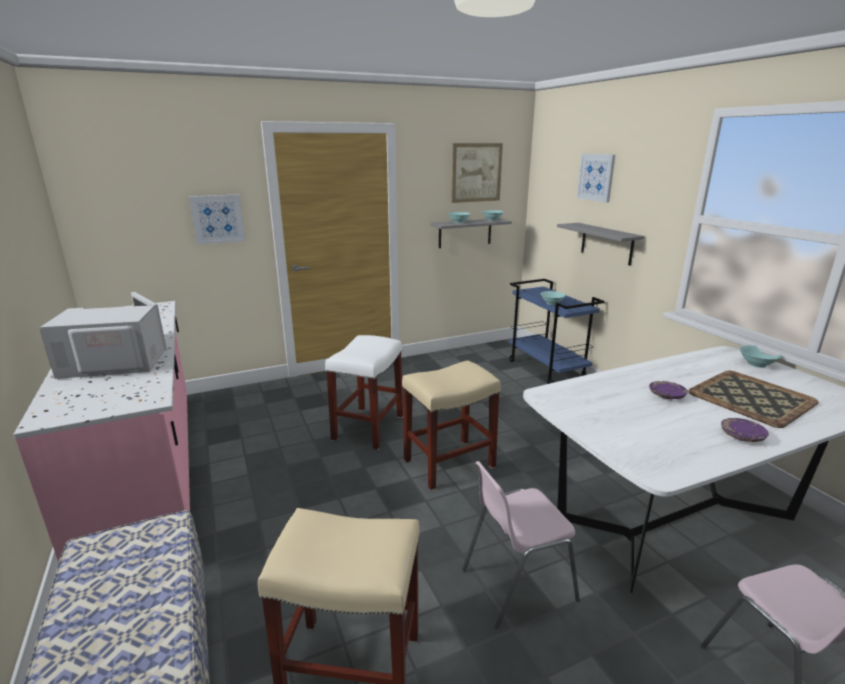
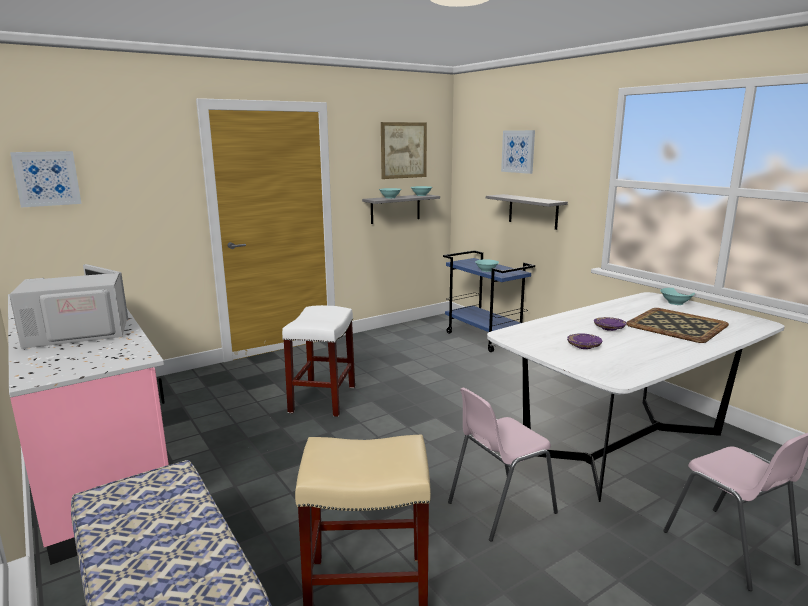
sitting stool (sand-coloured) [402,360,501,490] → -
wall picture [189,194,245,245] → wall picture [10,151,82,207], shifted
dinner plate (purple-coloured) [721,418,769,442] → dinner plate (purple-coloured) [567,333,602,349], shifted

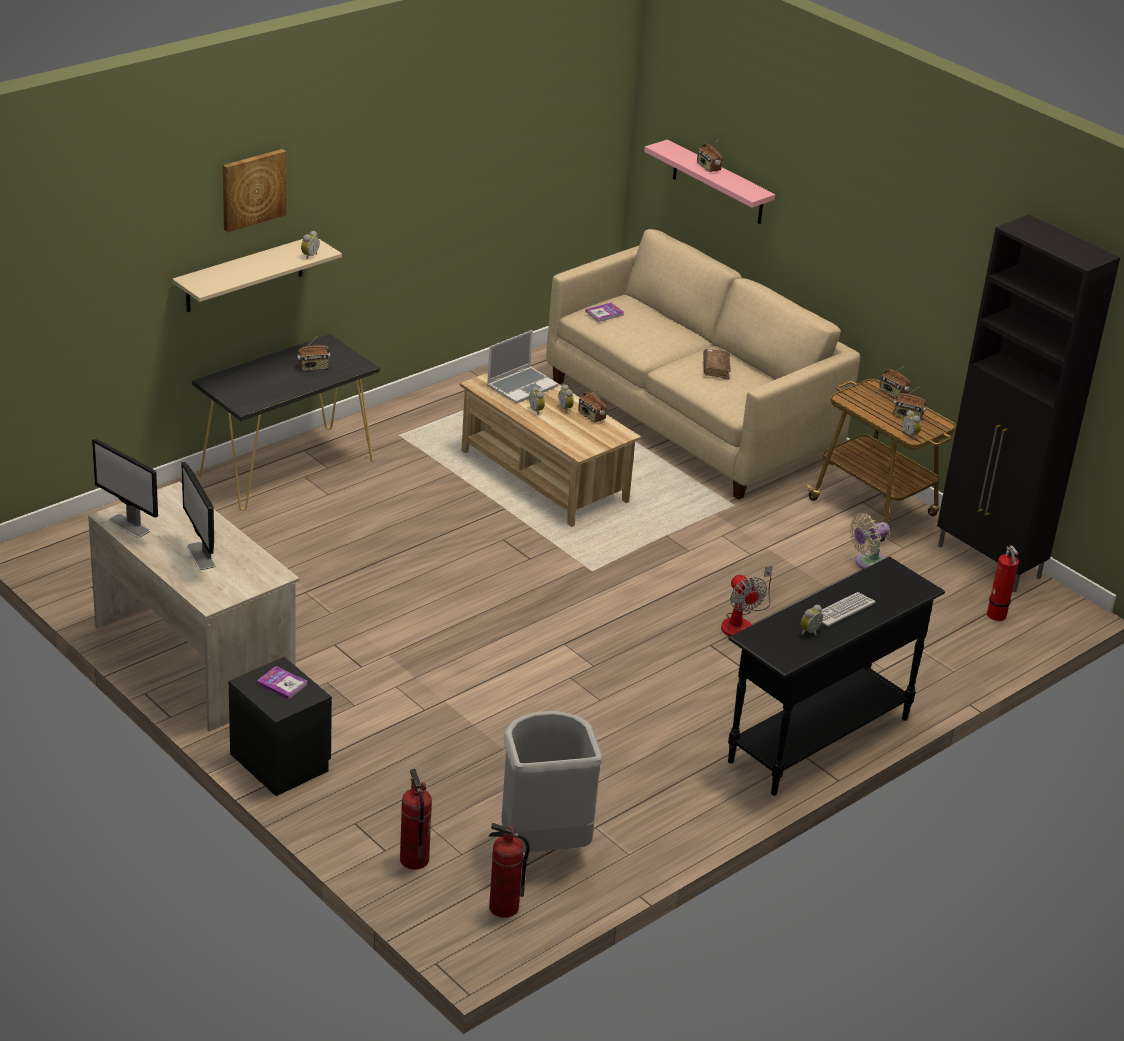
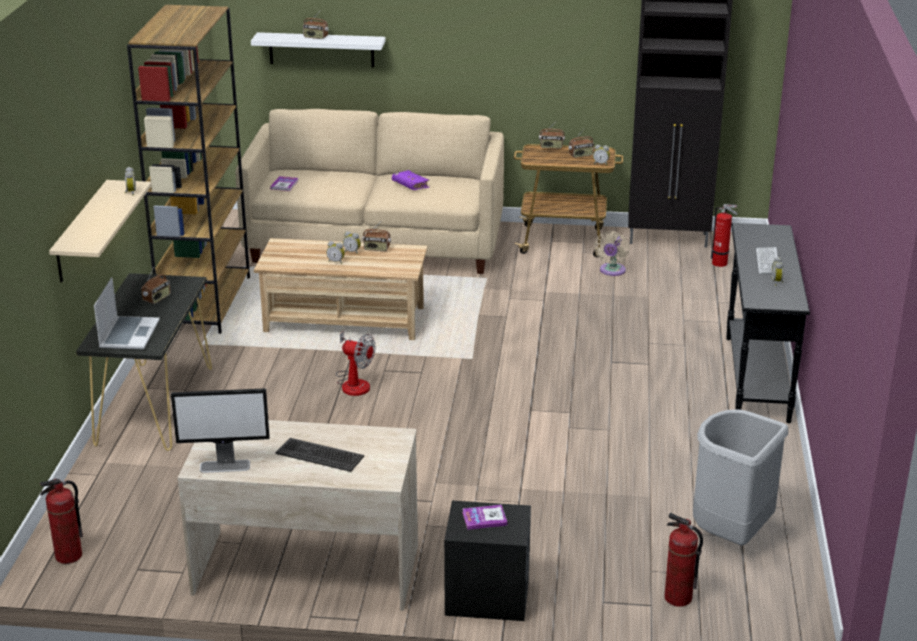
wall picture [223,149,286,232] → -
- → bookcase (brownish) [127,5,250,334]
laptop [487,330,558,404] → laptop [94,277,160,349], shifted
fire extinguisher [489,823,530,918] → fire extinguisher [40,479,83,564], shifted
fan [721,565,773,637] → fan [336,331,375,396], shifted
monitor [181,462,216,570] → keyboard [275,438,364,472]
bracket shelf (pink) [644,139,775,224] → bracket shelf (white-coloured) [251,32,386,68]
volume (brownish) [703,349,731,380] → volume (purple-coloured) [392,170,429,190]

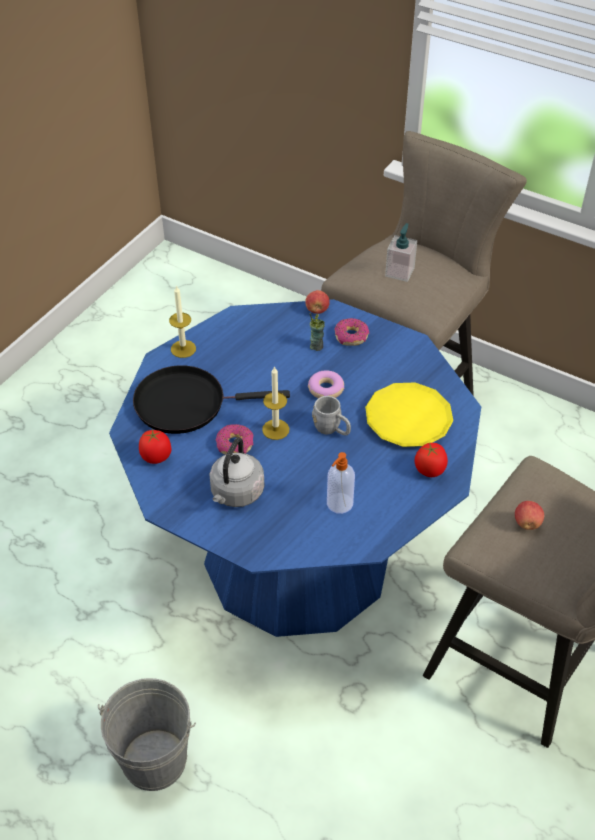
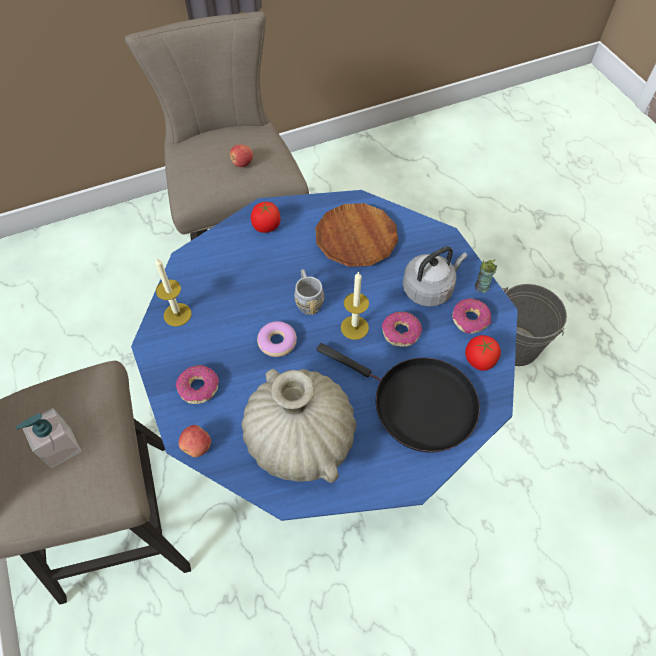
dinner plate (yellow) [365,383,453,447] → -
- → decorative vase (sand-coloured) [242,369,356,483]
- → ring doughnut [452,299,491,334]
wax candle [169,285,196,358] → wax candle [155,257,192,326], shifted
drinking cup [310,313,325,351] → drinking cup [475,260,497,293], shifted
soap dispenser [327,452,355,514] → dinner plate (brownish) [316,203,398,267]

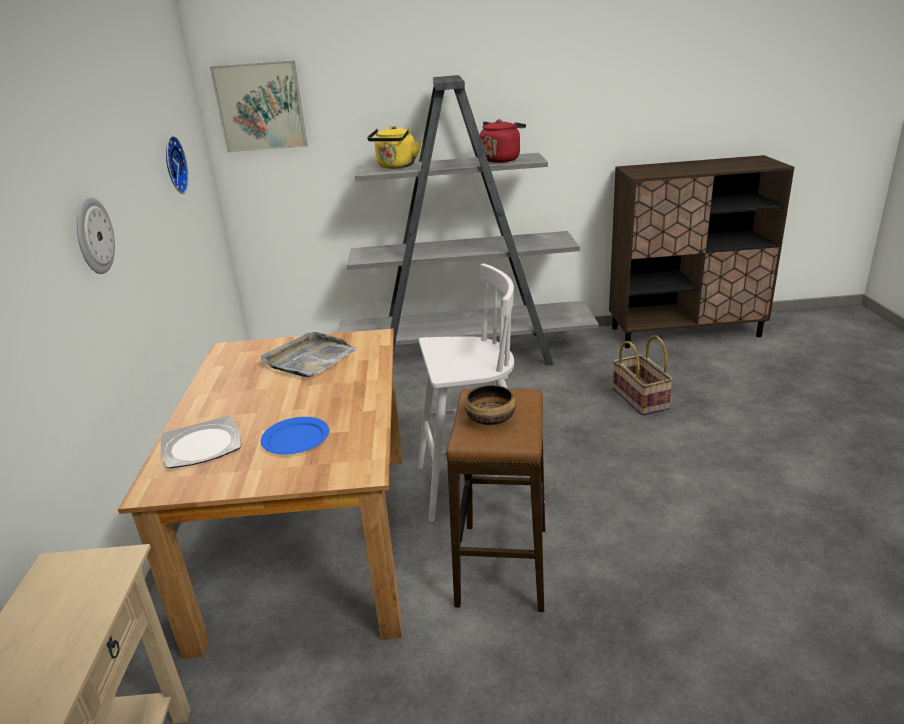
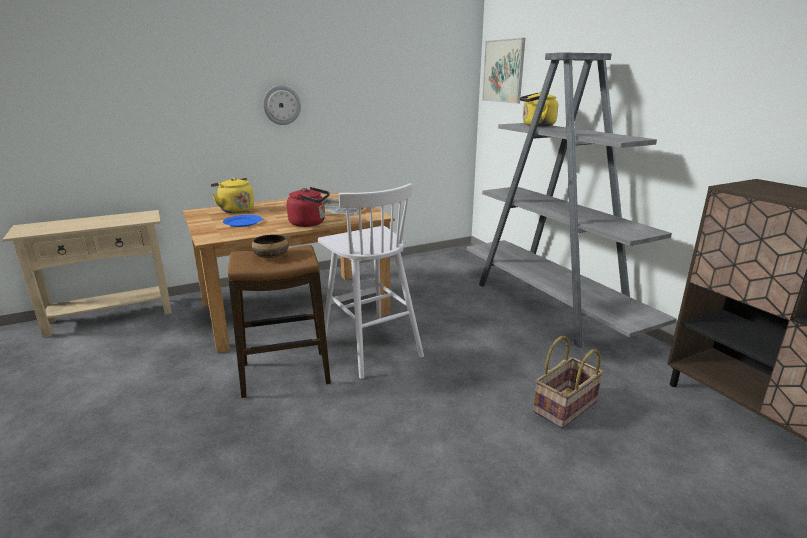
clock on the wall [166,136,189,194] → -
kettle (reddish) [480,119,526,163] → kettle (reddish) [287,187,330,227], shifted
dinner plate [161,415,241,468] → kettle (yellow) [211,178,254,213]

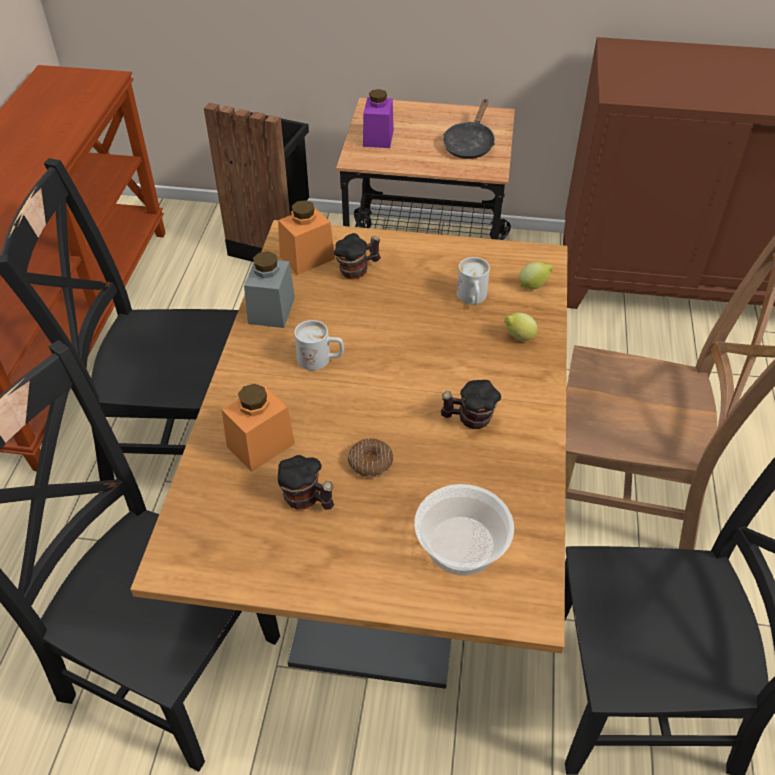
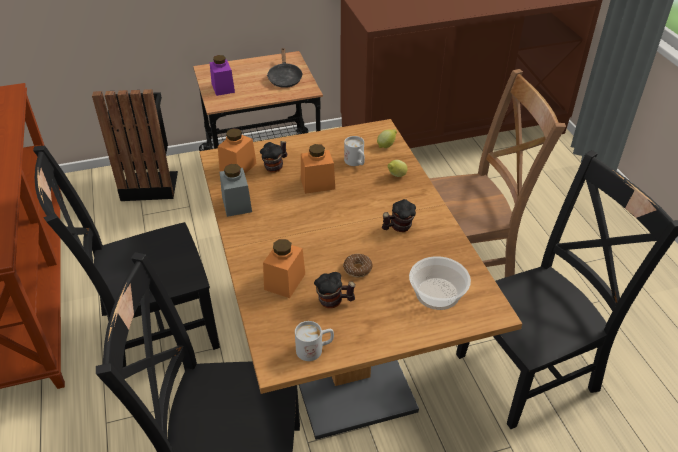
- → preserve jar (orange-coloured) [301,144,335,194]
mug (white-coloured) [294,320,344,370] → mug (white-coloured) [295,321,334,361], shifted

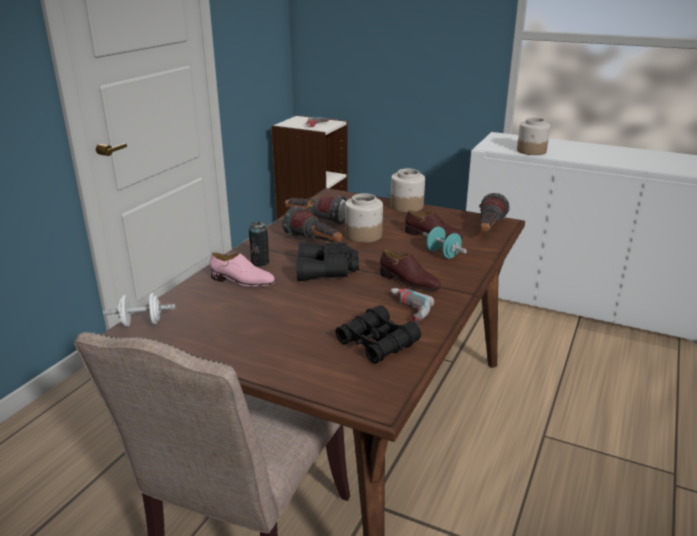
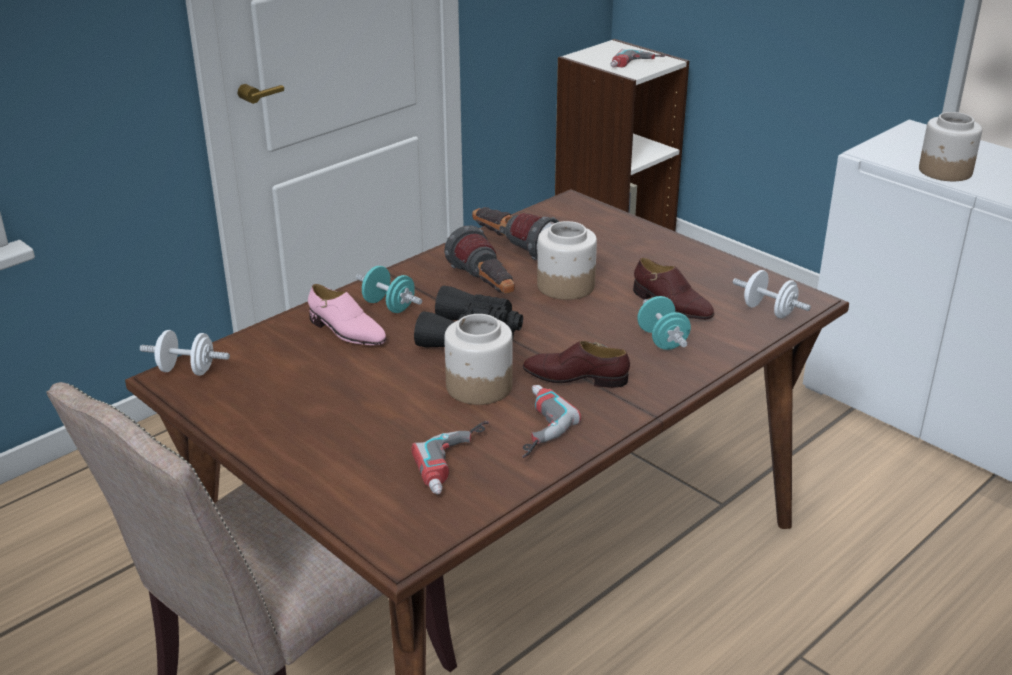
preserve jar [390,169,425,212] → preserve jar [444,314,513,405], shifted
metal can [249,221,270,266] → free weight (blue-green) [356,266,422,313]
pair of binoculars (blackish) [335,305,421,364] → drill [412,421,489,494]
hand torch [479,193,510,232] → free weight (white-coloured) [732,270,811,318]
item of footwear (brownish) [380,249,441,290] → item of footwear (brownish) [523,341,630,388], 135 degrees clockwise

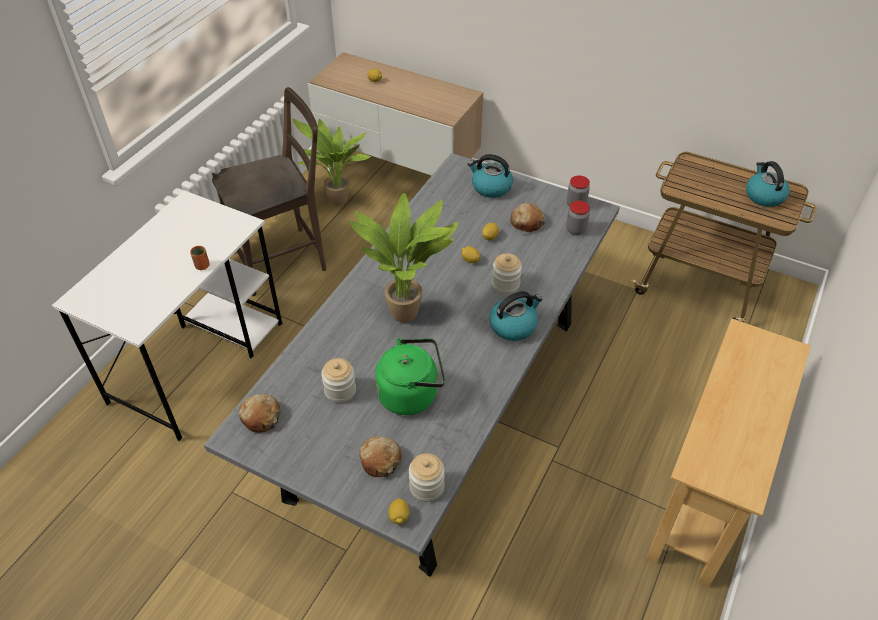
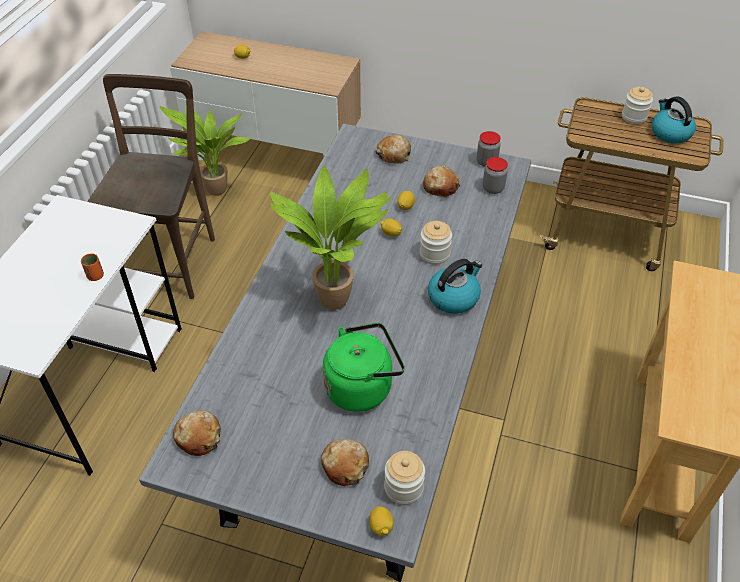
preserve jar [321,358,356,403] → preserve jar [622,87,653,124], shifted
kettle [468,154,513,198] → bread [376,135,411,164]
plain chair (brownish) [212,87,326,296] → plain chair (brownish) [87,74,215,299], 45 degrees counterclockwise

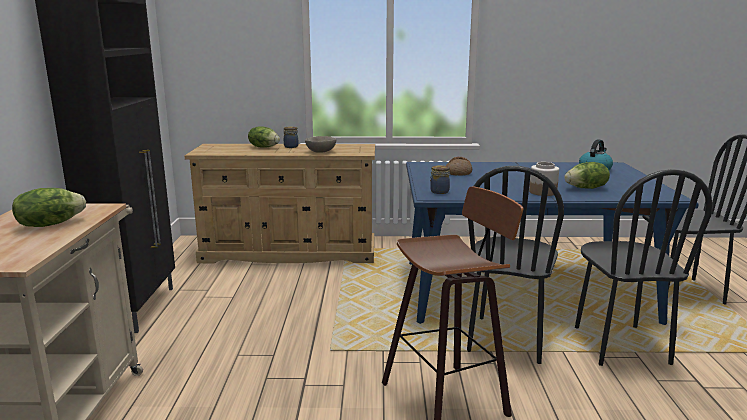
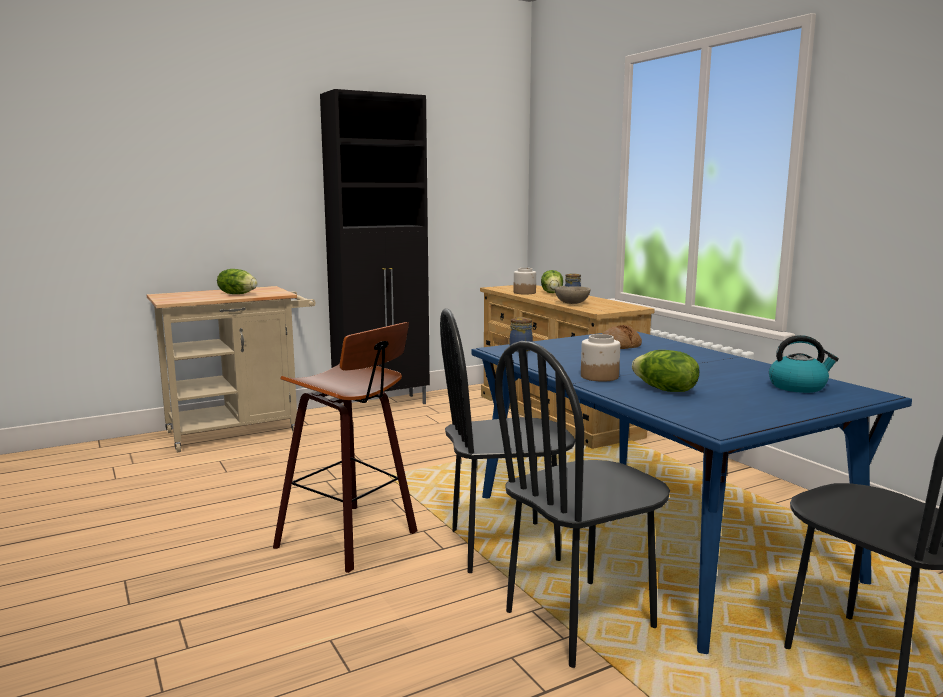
- → preserve jar [514,268,536,294]

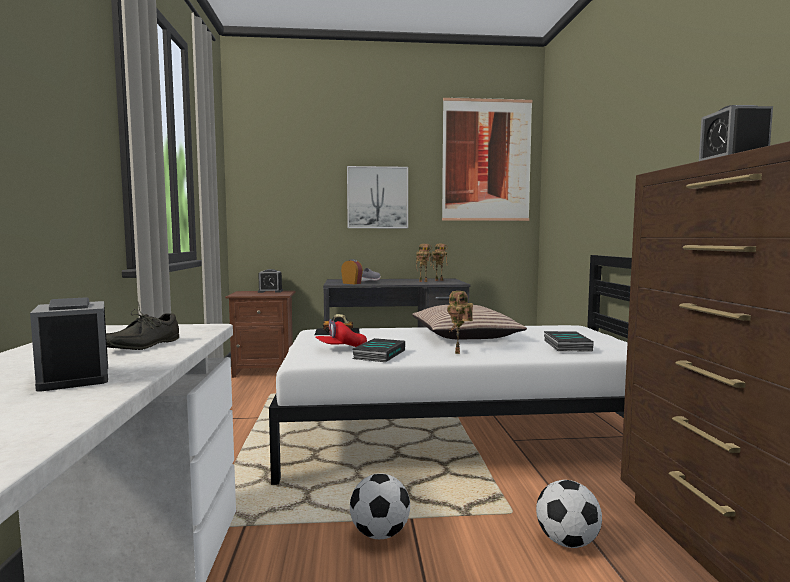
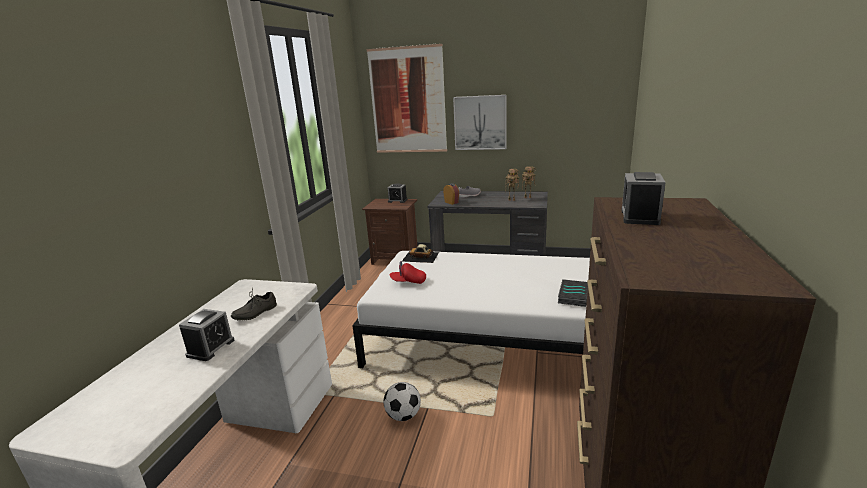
volume [352,338,405,362] → -
pillow [412,305,527,339] → -
robot figure [447,291,473,354] → -
football ball [536,480,602,548] → -
wall picture [442,97,533,221] → wall picture [367,44,447,153], shifted
table clock [30,297,108,391] → table clock [179,309,234,361], 150 degrees counterclockwise

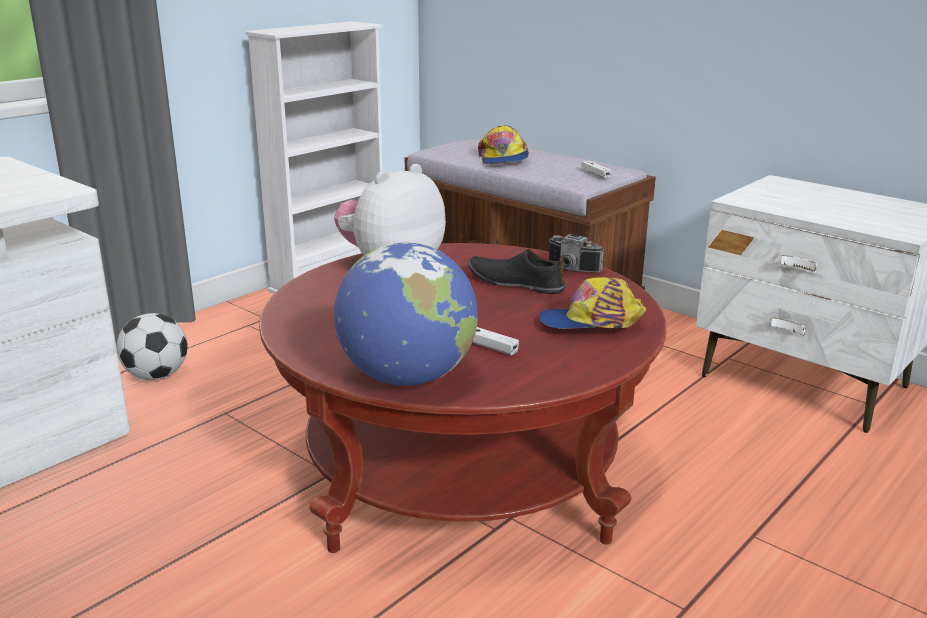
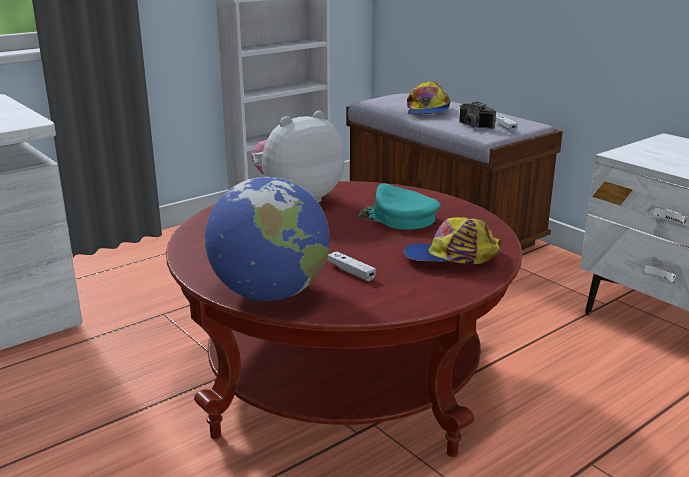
football ball [117,313,188,380] → -
photo camera [549,234,604,273] → photo camera [459,102,496,129], shifted
item of footwear (blackish) [468,249,565,294] → cap (blue-green) [359,183,441,230]

